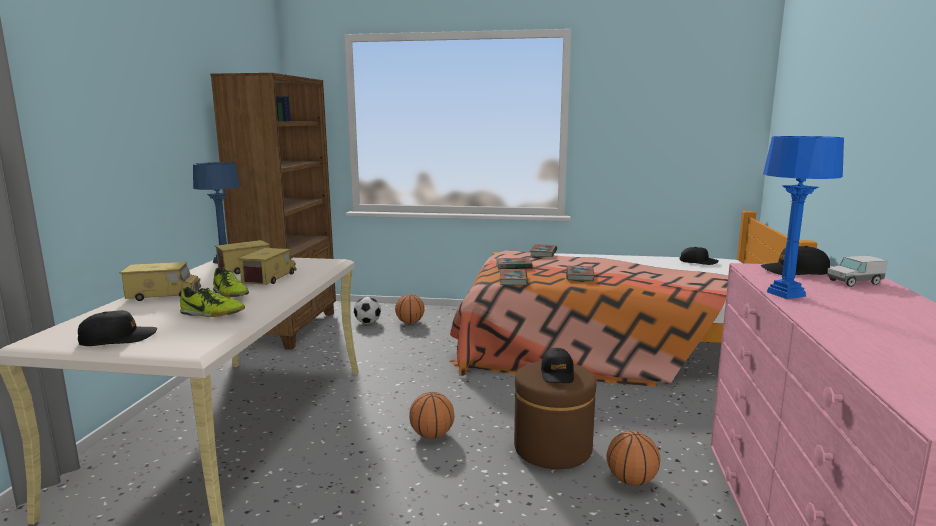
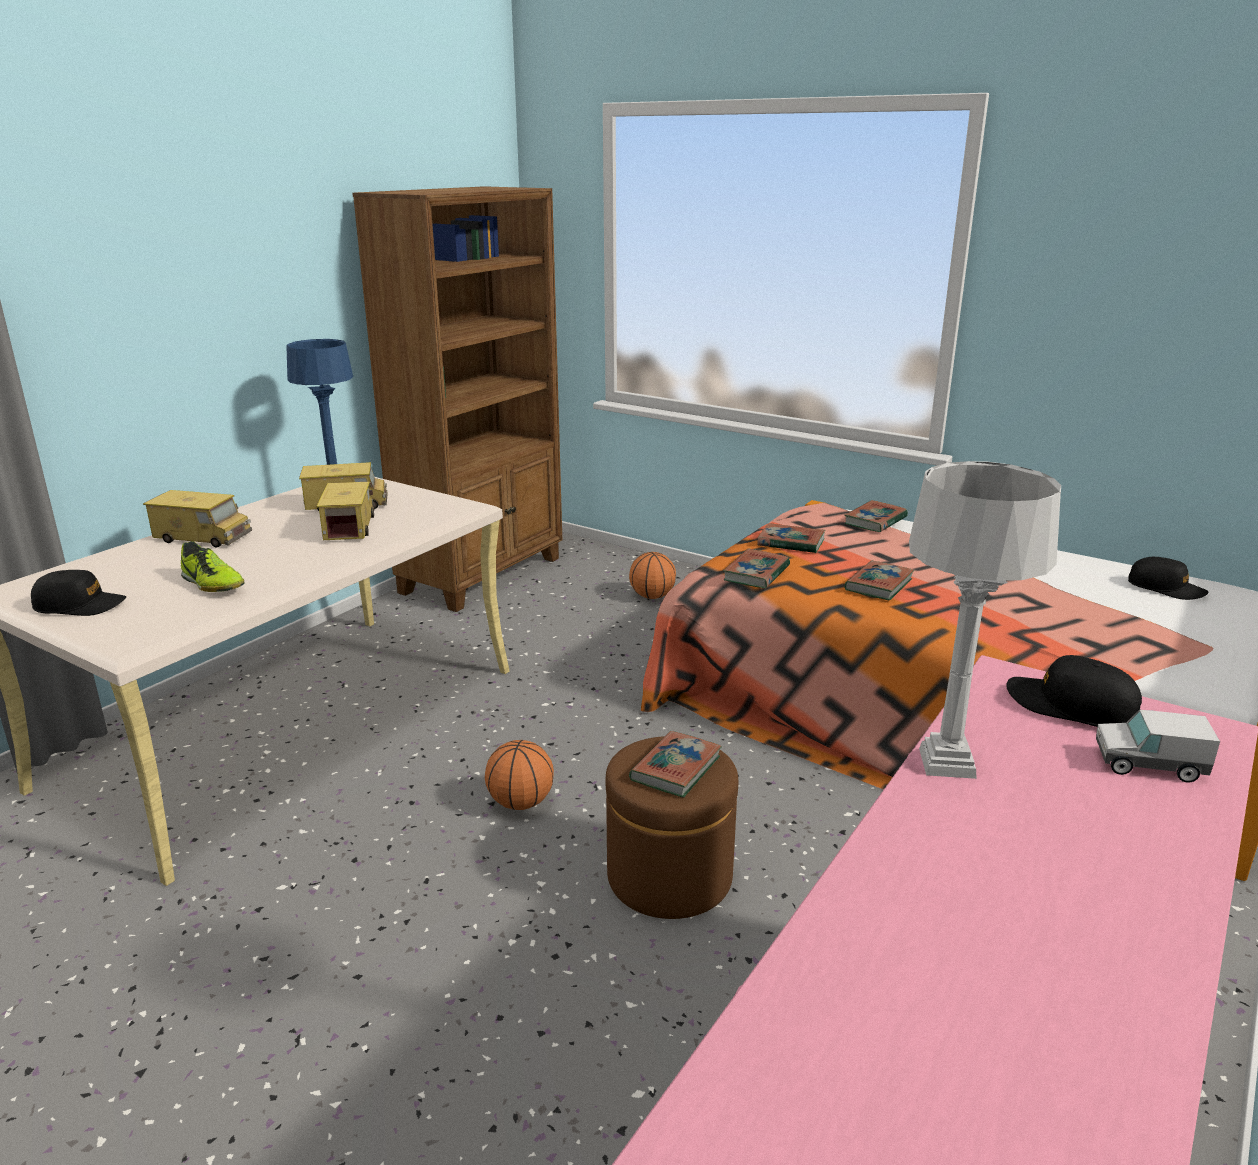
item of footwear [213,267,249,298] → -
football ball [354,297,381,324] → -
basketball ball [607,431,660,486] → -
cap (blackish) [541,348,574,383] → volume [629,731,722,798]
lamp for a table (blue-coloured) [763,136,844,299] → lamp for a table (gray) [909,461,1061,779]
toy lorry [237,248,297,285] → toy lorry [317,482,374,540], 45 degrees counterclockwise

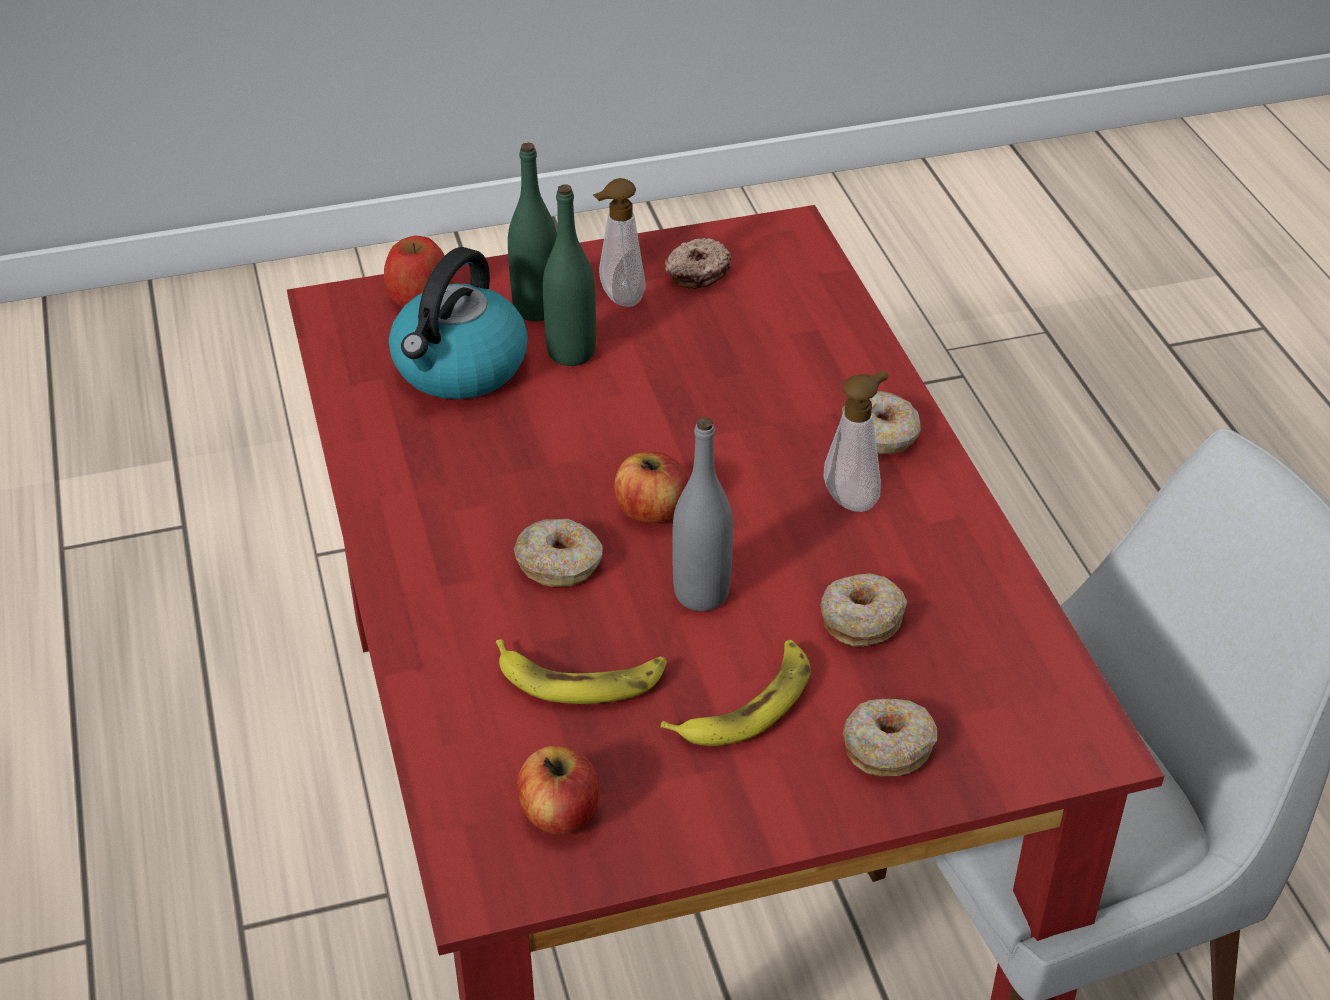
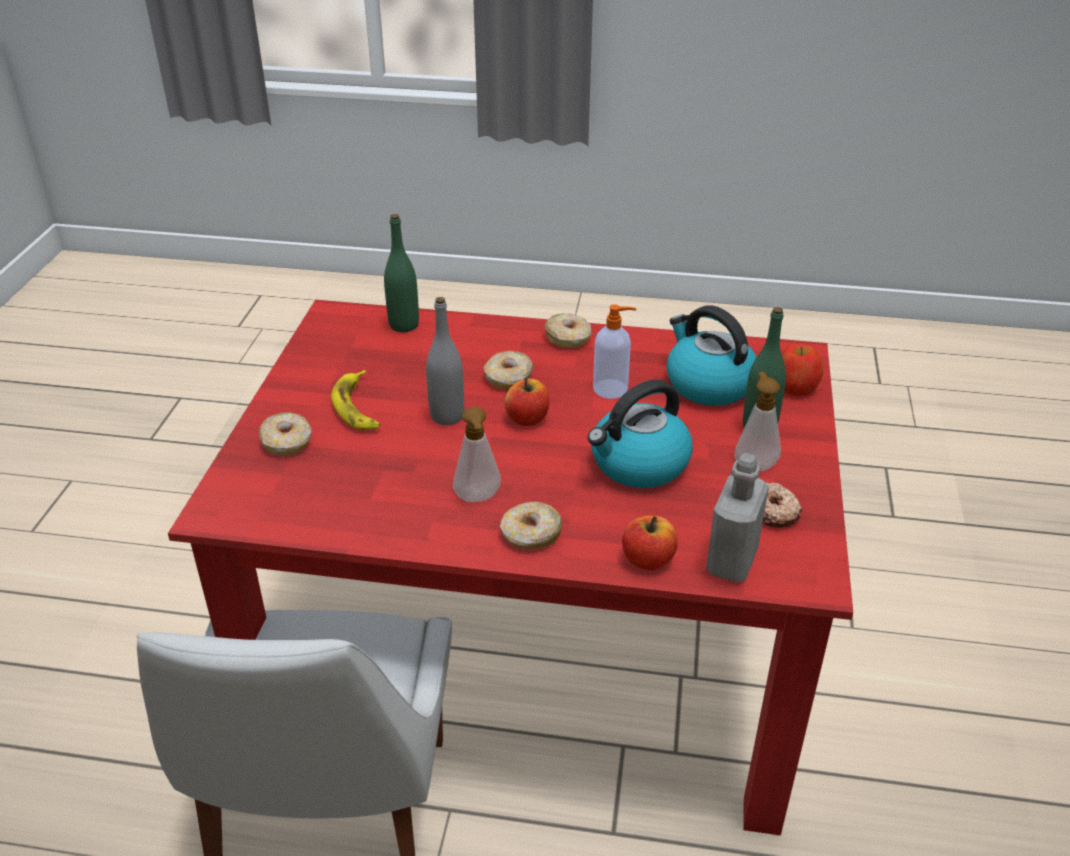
banana [496,639,667,704] → -
- → kettle [588,379,693,488]
- → soap dispenser [593,304,636,399]
- → bottle (gray) [706,453,769,582]
apple [517,746,599,835] → apple [622,516,678,570], shifted
bottle (greenish) [543,184,596,366] → bottle (greenish) [384,214,419,332], shifted
ring doughnut [821,573,907,647] → ring doughnut [545,313,592,348], shifted

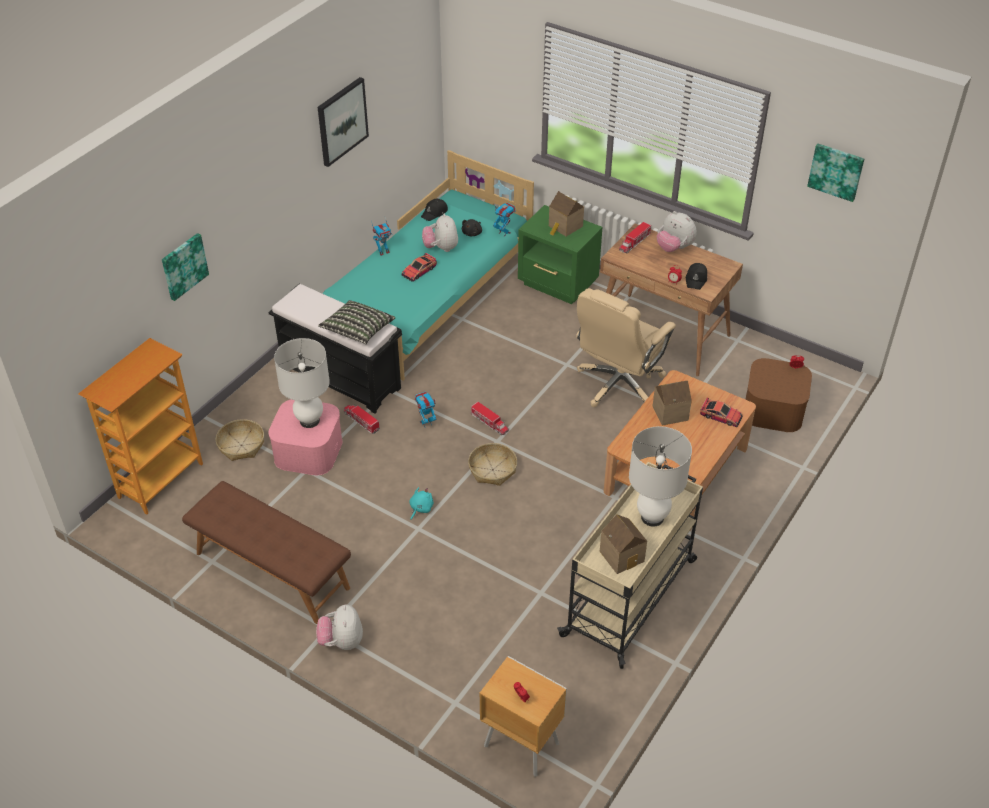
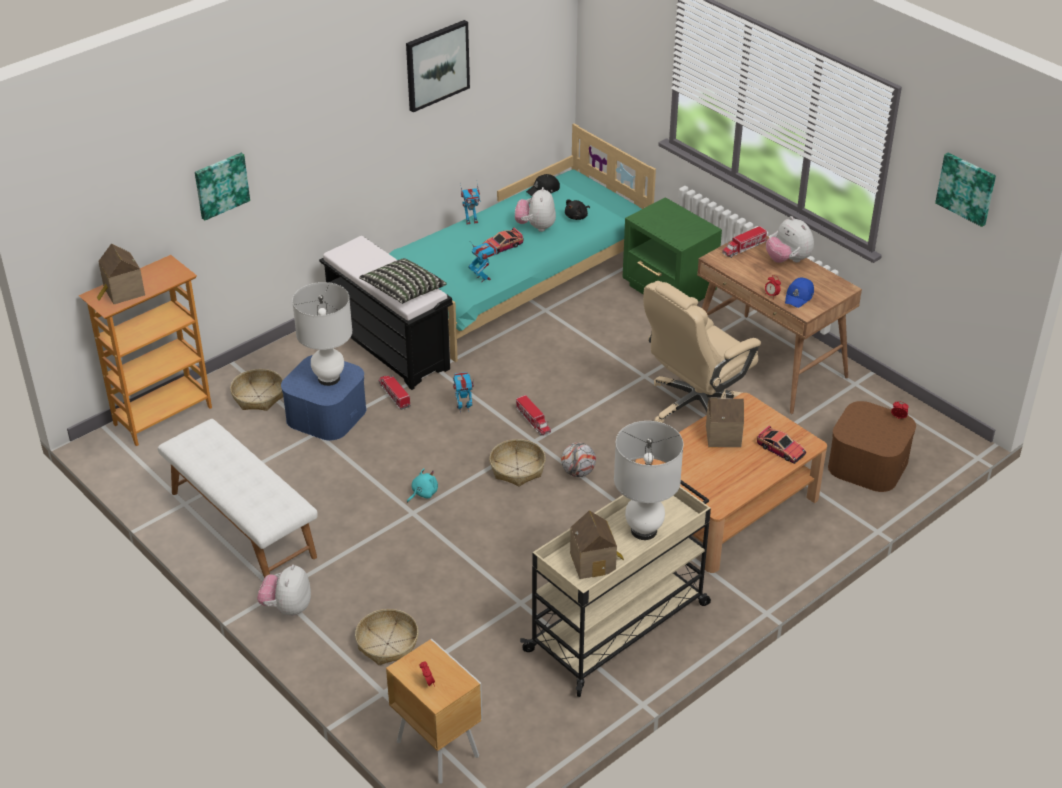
- → storage basket [355,609,419,665]
- → football ball [561,442,596,477]
robot figure [493,203,515,236] → robot figure [468,243,497,282], shifted
miniature house [549,191,584,237] → miniature house [97,243,145,304], shifted
bench (brownish) [182,481,351,624] → bench (white-coloured) [158,419,318,578]
storage container (pink) [268,399,342,475] → storage container (blue-coloured) [281,355,366,441]
cap (blackish) [685,263,707,290] → cap (blue-coloured) [785,278,814,308]

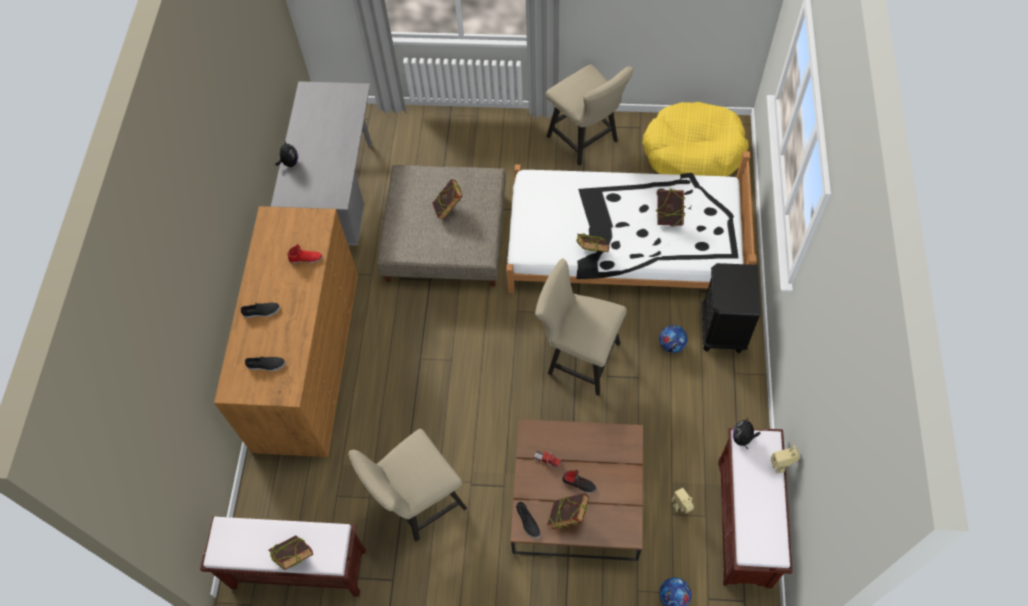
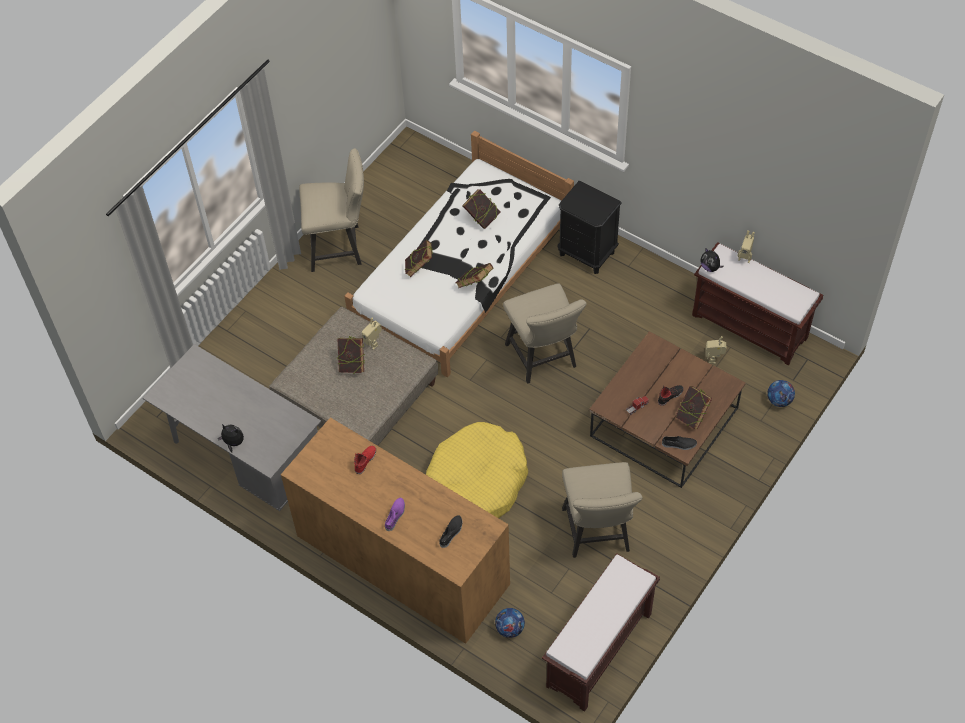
- → robot figure [362,318,382,350]
volume [268,535,313,570] → volume [404,240,432,277], shifted
pet bed (yellow) [642,102,749,176] → pet bed (yellow) [426,422,528,518], shifted
football ball [659,325,687,353] → football ball [495,608,525,638], shifted
item of footwear (blackish) [241,303,280,318] → item of footwear (purple-coloured) [385,498,405,531]
plain chair (sand-coloured) [535,258,627,396] → plain chair (sand-coloured) [503,283,587,384], 75 degrees counterclockwise

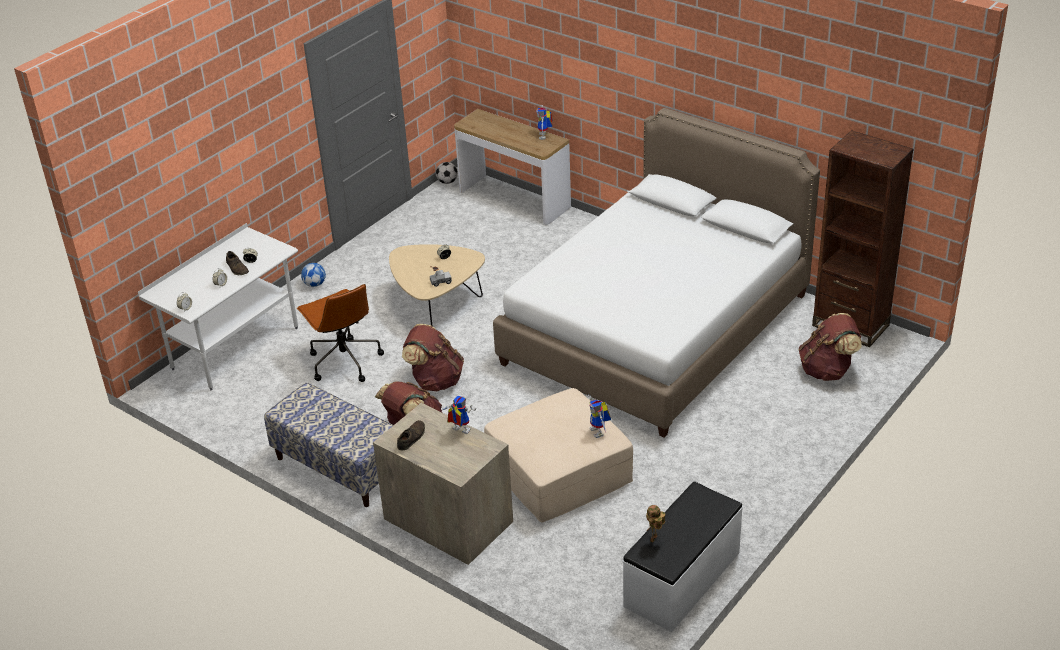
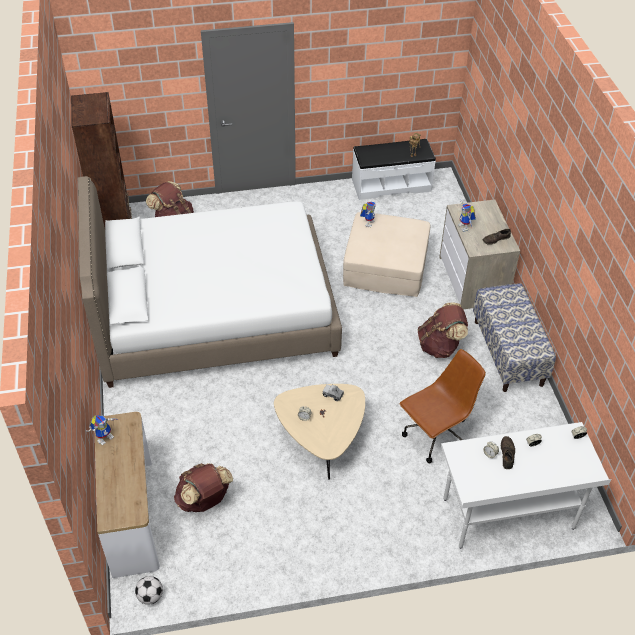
football ball [301,263,326,287] → -
knapsack (brownish) [402,324,464,391] → knapsack (brownish) [174,463,233,512], shifted
office chair (brownish) [297,284,384,382] → office chair (brownish) [399,349,486,463], 45 degrees clockwise

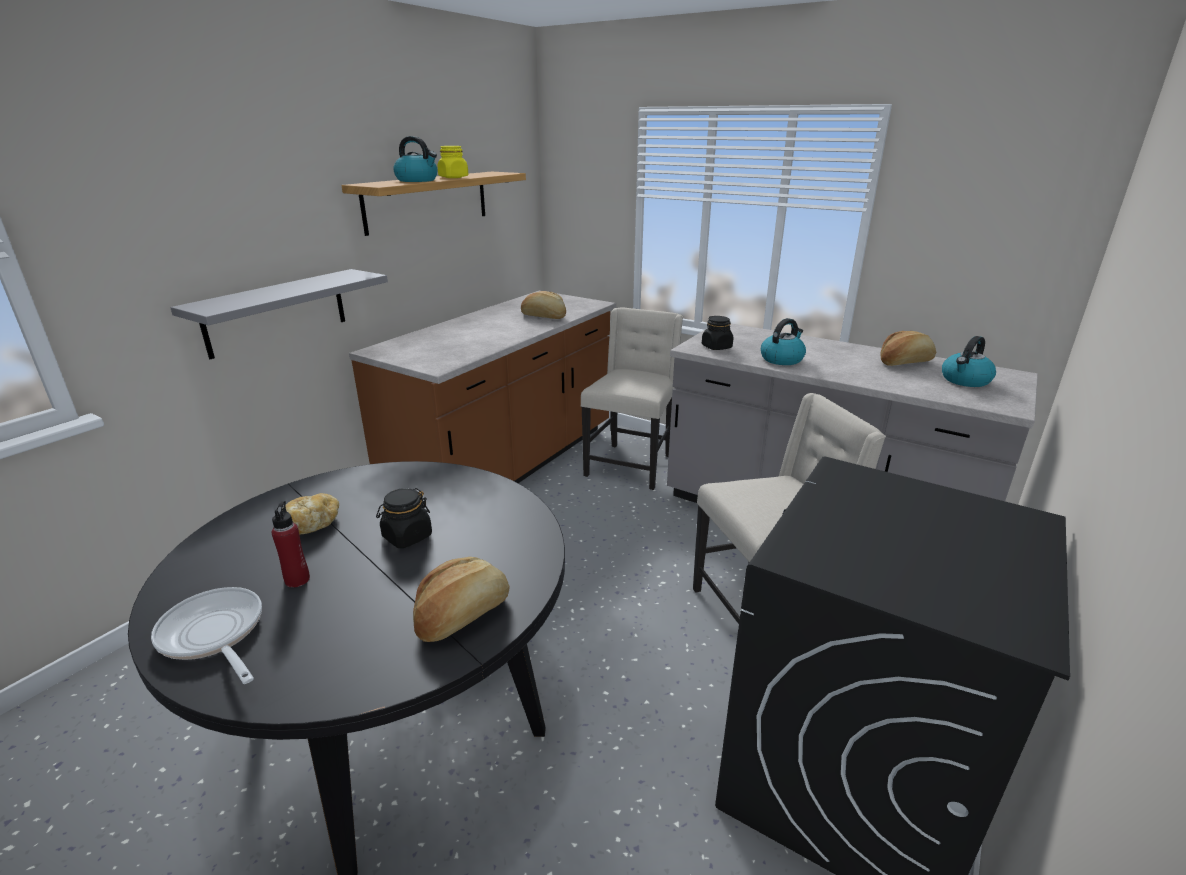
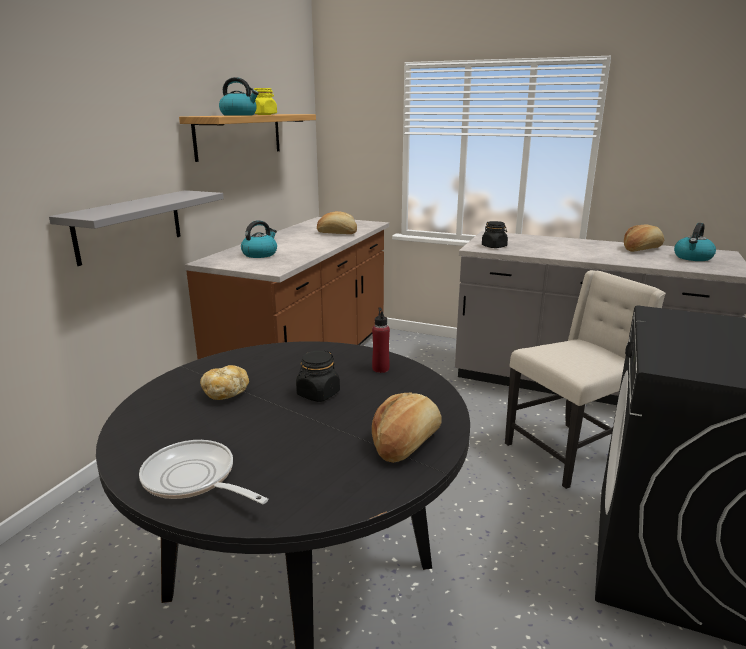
plain chair (sand-coloured) [581,308,683,490] → -
bottle (reddish) [272,501,310,588] → bottle (reddish) [372,307,390,373], shifted
kettle [761,318,806,365] → kettle [241,220,277,258], shifted

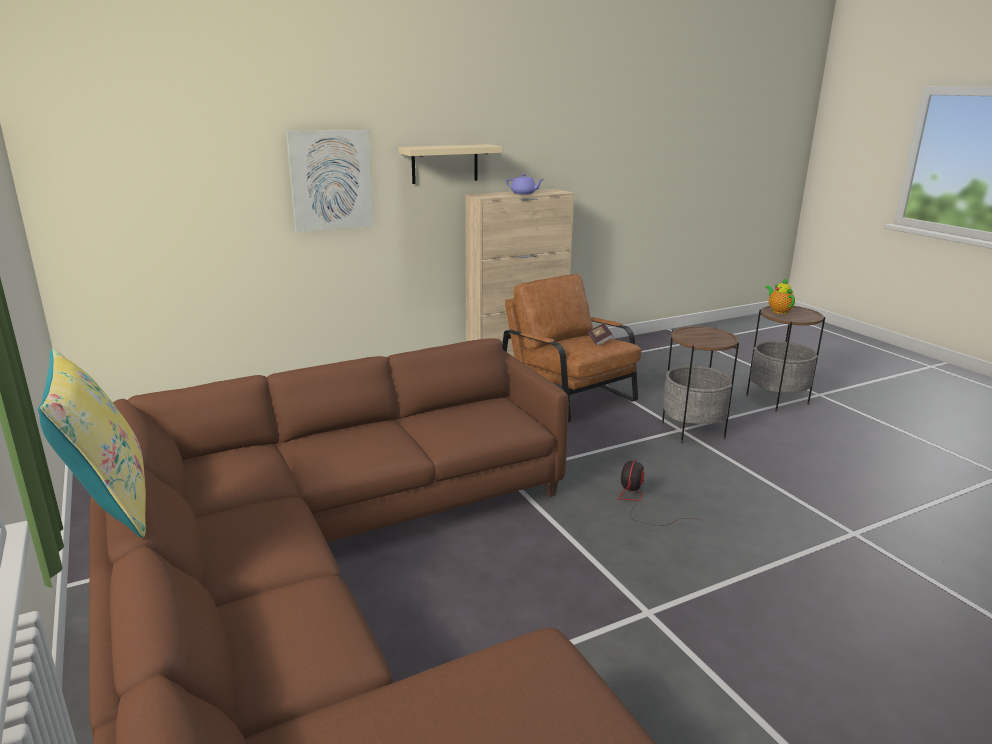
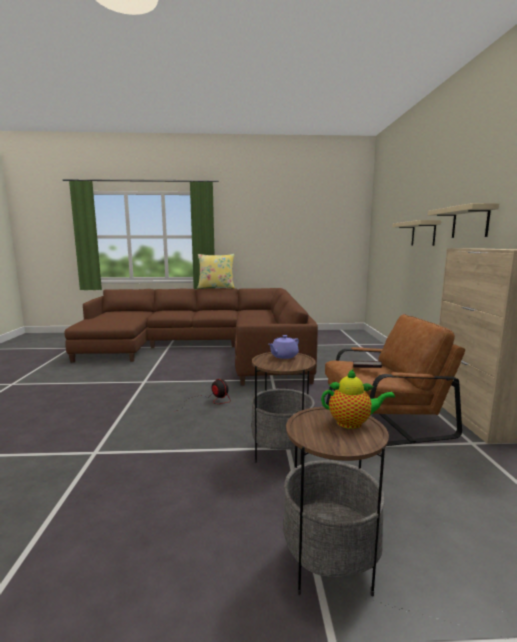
teapot (purple-coloured) [506,174,544,195] → teapot (purple-coloured) [268,335,299,359], shifted
wall picture [286,130,374,232] → bracket shelf (sand-coloured) [392,220,441,246]

